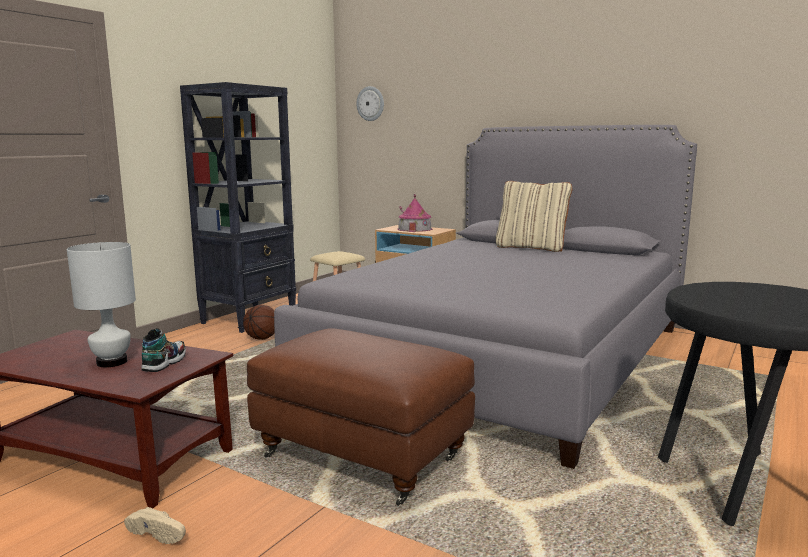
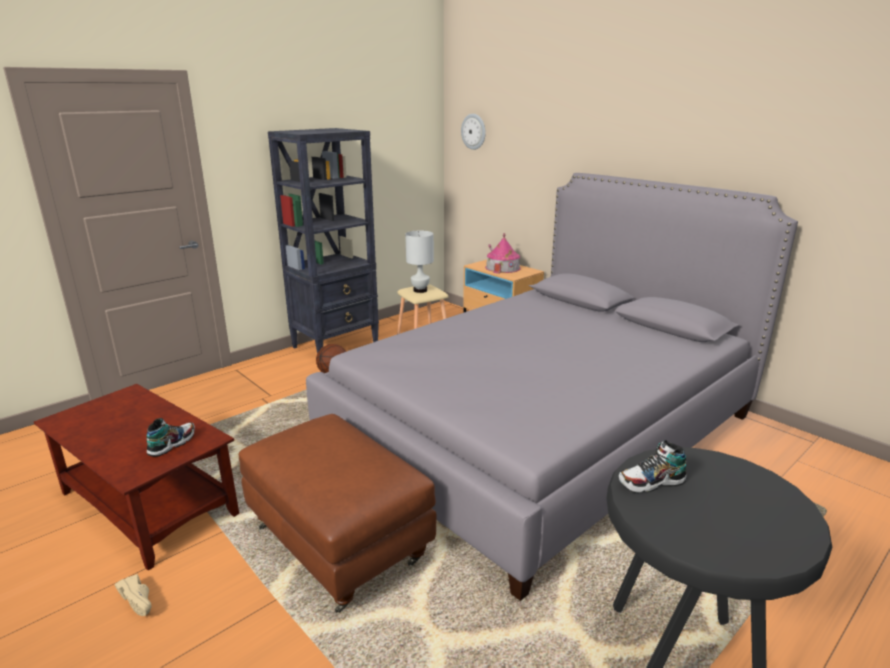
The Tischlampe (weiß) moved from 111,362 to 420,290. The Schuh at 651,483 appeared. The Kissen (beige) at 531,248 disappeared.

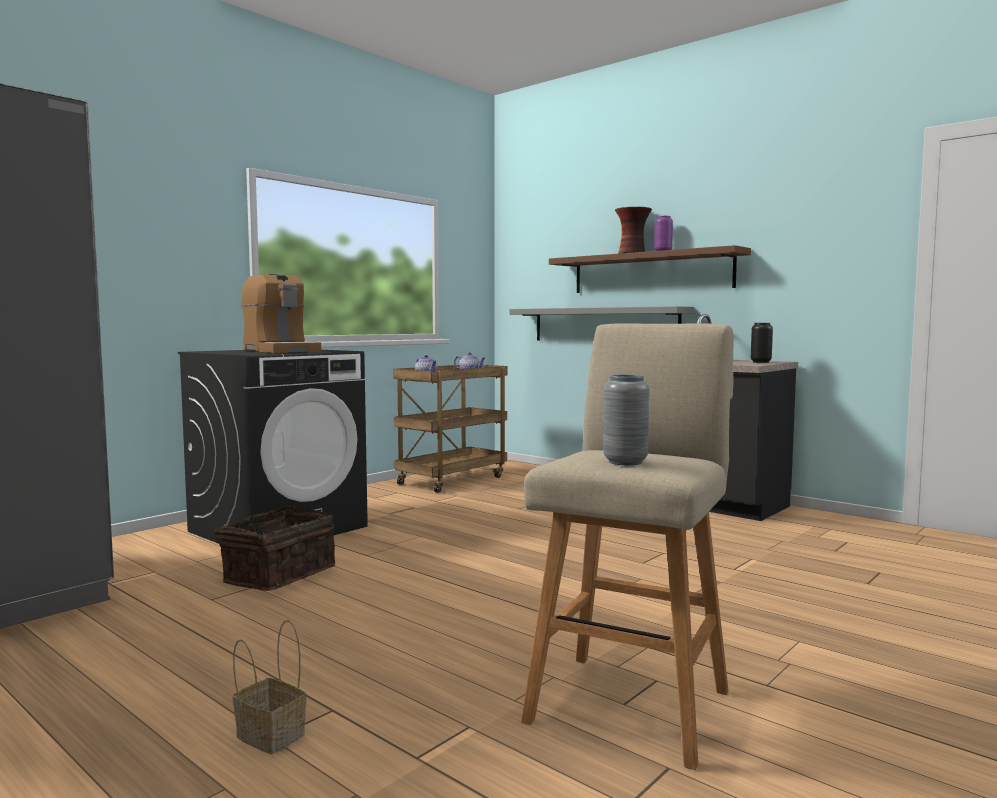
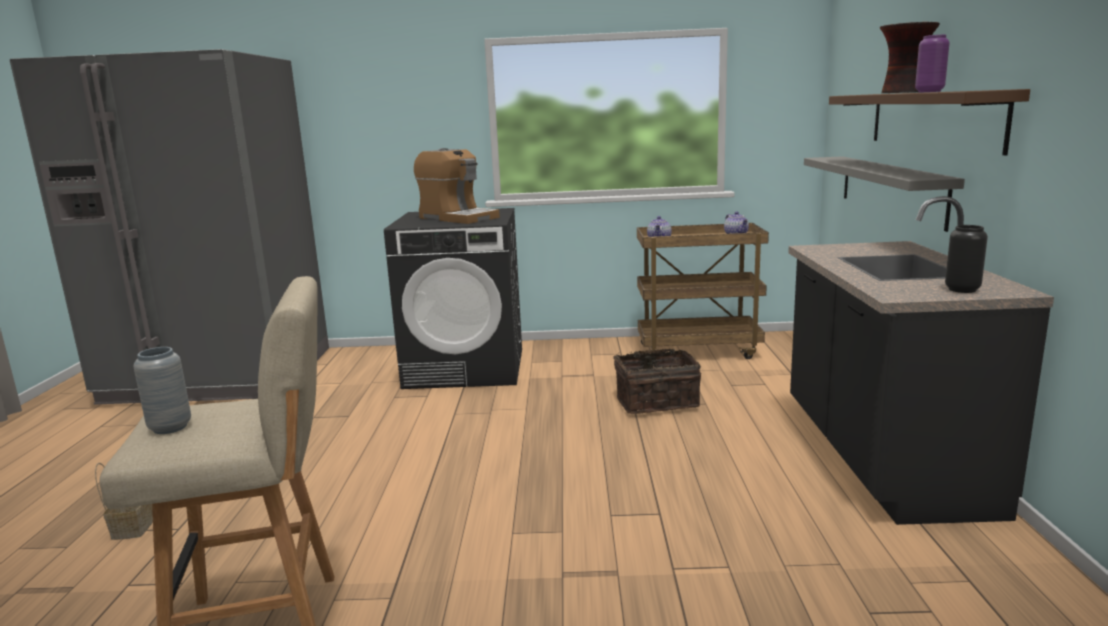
The Kaffeemaschine at 280,351 turned 60 degrees counterclockwise. The Korb moved from 277,575 to 656,402.

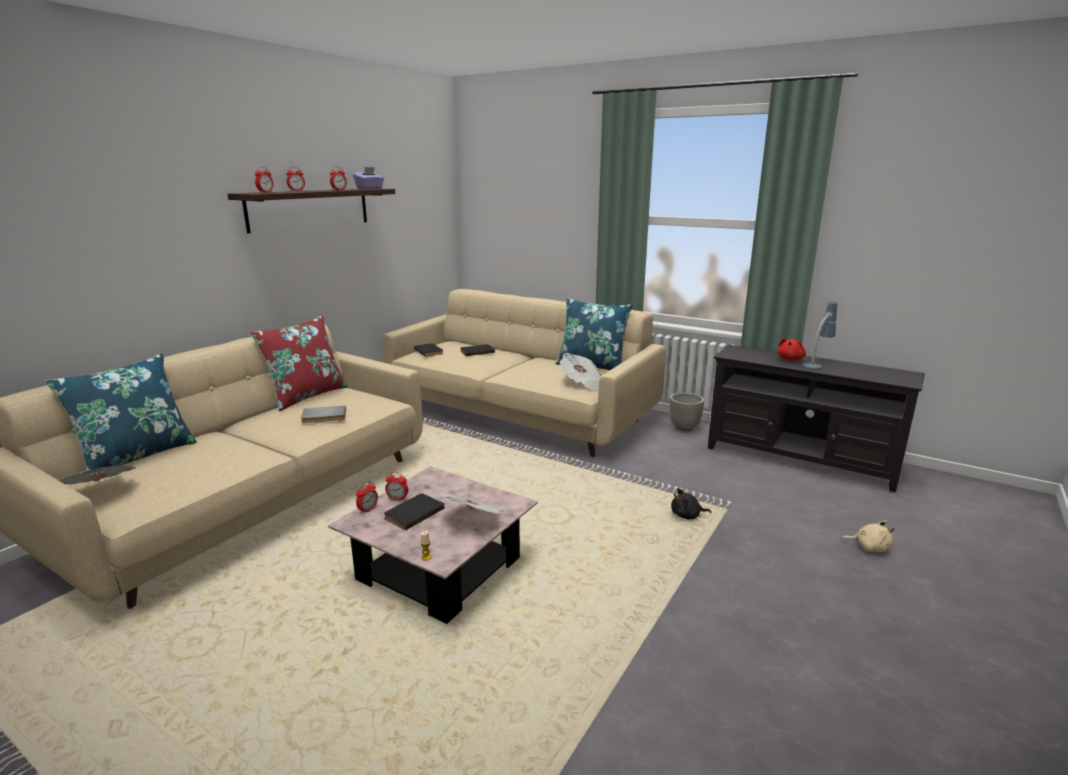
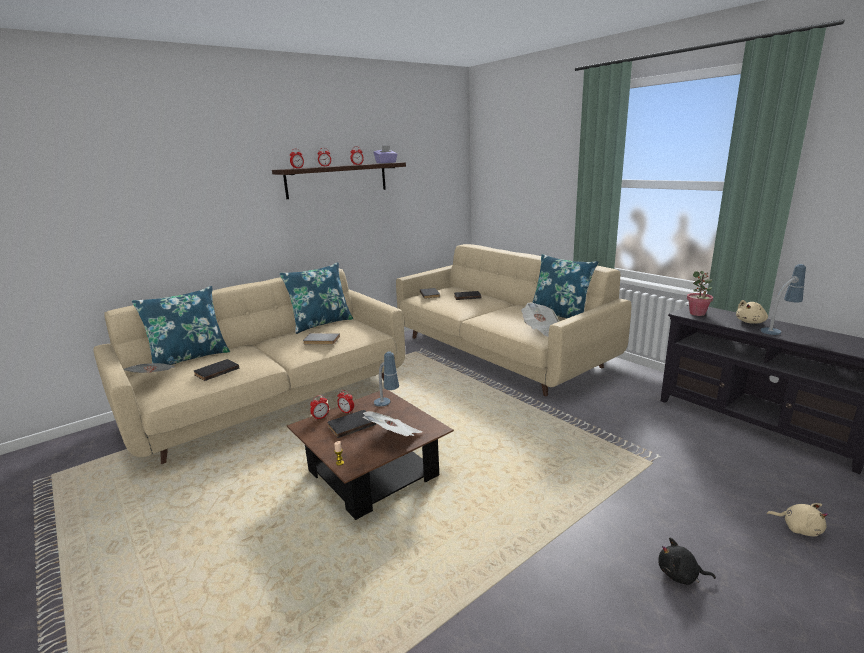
The Buch (schwarz) at 216,371 appeared. The Kissen (rot) at 306,396 became the Kissen (blau) at 321,323. The Couchtisch (rosa) at 439,569 became the Couchtisch (braun) at 373,473. The Tischlampe at 387,407 appeared. The Plüschtier (schwarz) moved from 687,516 to 680,575. The Topfpflanze at 697,313 appeared. The Plüschtier (rot) at 790,359 became the Plüschtier (beige) at 751,322. The Pflanzkübel at 684,427 disappeared.

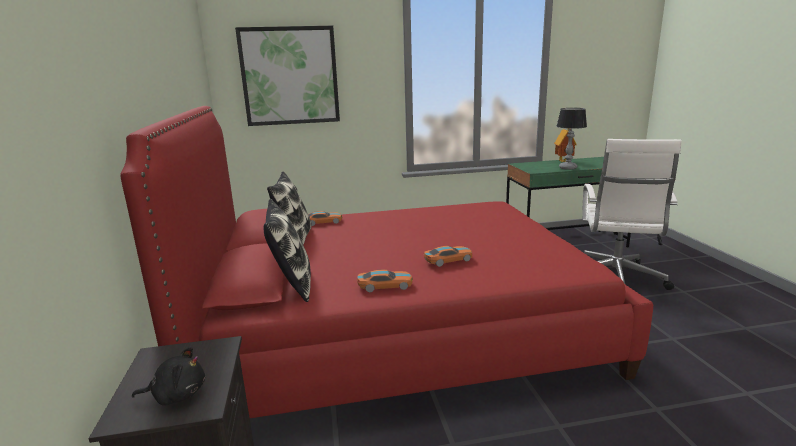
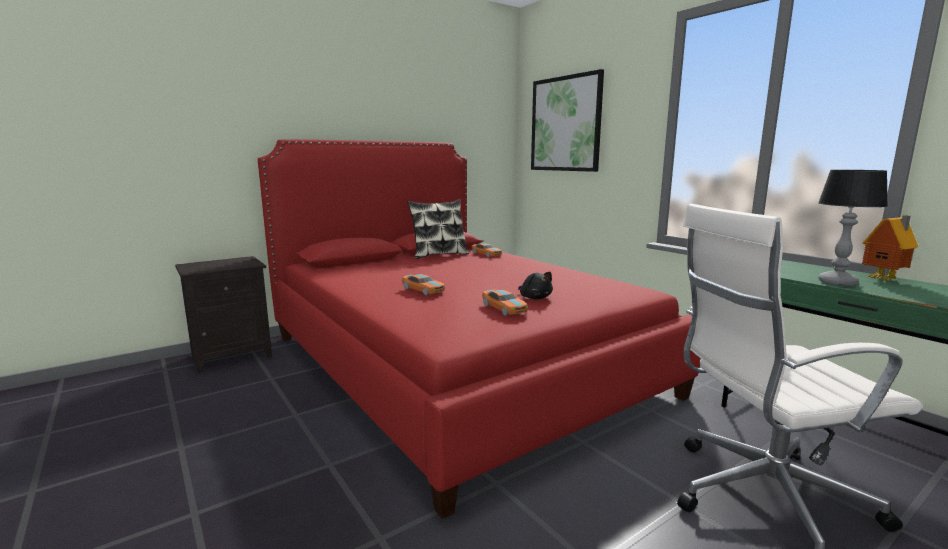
The Spielzeugauto moved from 385,286 to 504,308. The Plüschtier (schwarz) moved from 177,394 to 535,298. The Kissen at 292,284 disappeared.

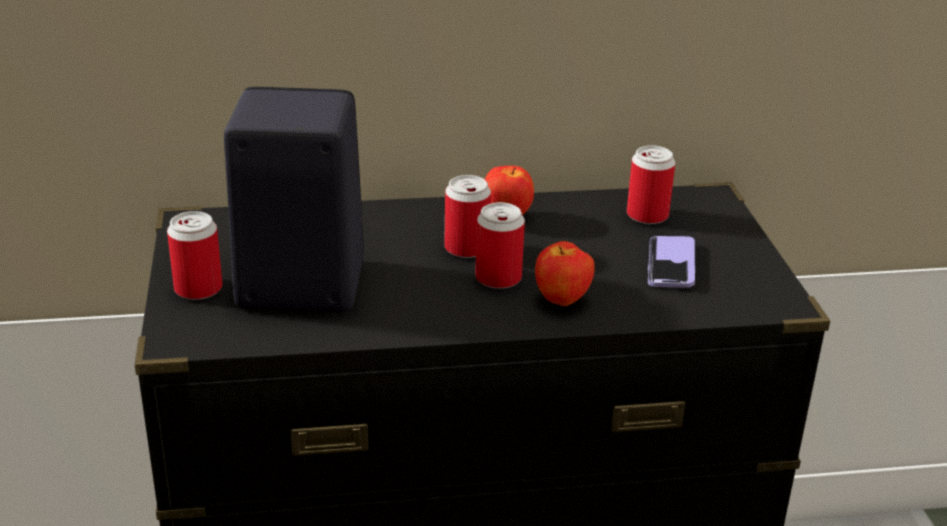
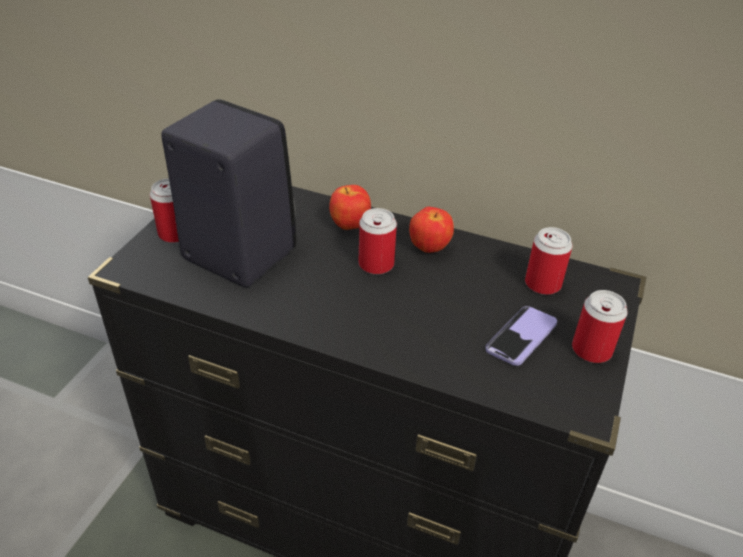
The Apfel moved from 562,301 to 350,226. The Dose moved from 498,278 to 591,350.

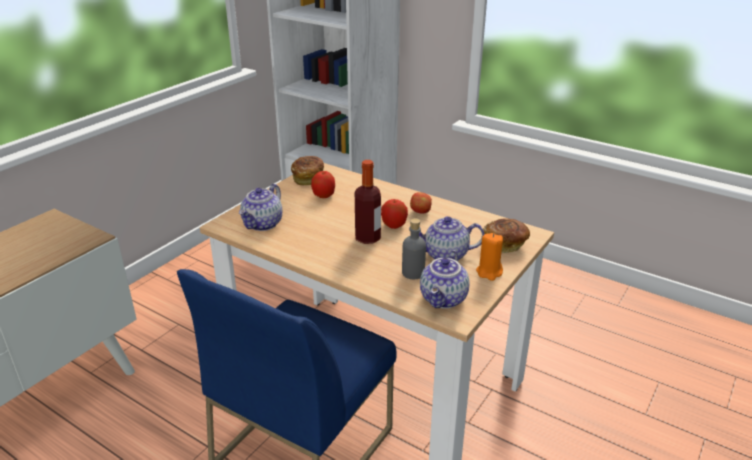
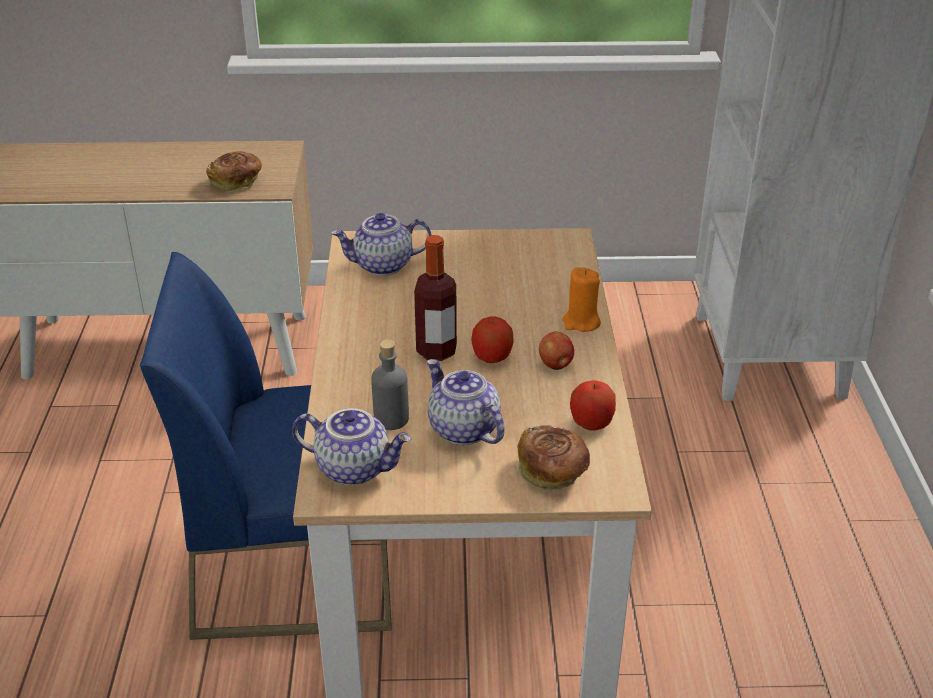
The Brot moved from 308,178 to 236,182. The Teekanne at 444,299 turned 150 degrees counterclockwise. The Kerze (orange) moved from 489,272 to 581,322. The Apfel moved from 324,195 to 591,423.

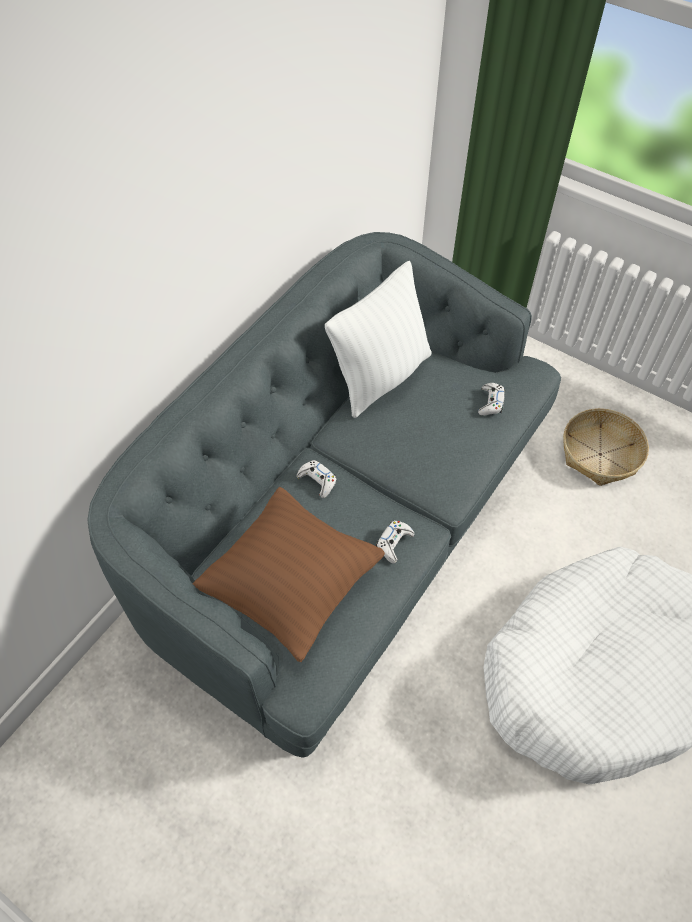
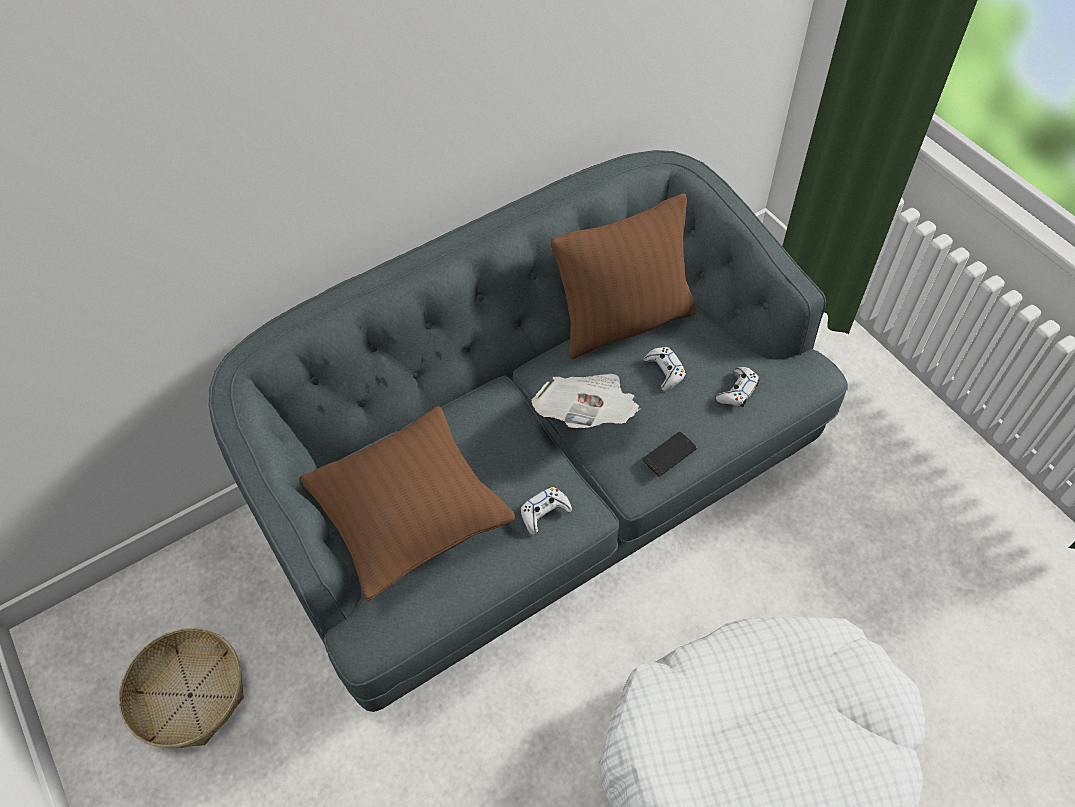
The Korb moved from 599,454 to 189,695. The Zeitung at 587,414 appeared. The Kissen (weiß) at 381,377 became the Kissen (braun) at 625,322. The Handy at 669,454 appeared. The Gamepad (weiß) moved from 317,481 to 664,371.

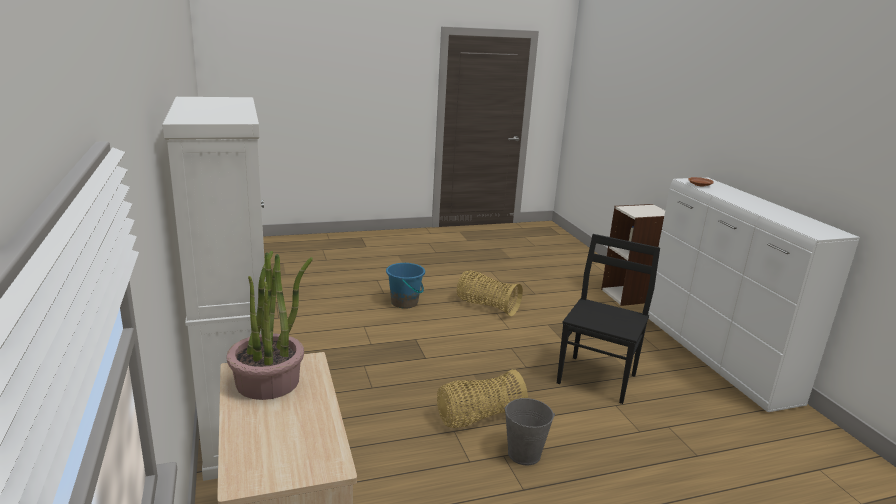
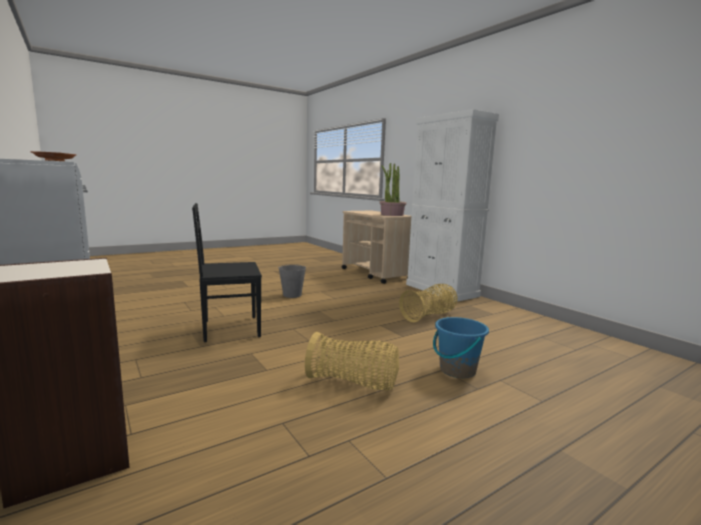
The Stuhl (schwarz) at 597,378 turned 60 degrees clockwise. The Korb moved from 478,417 to 429,316.

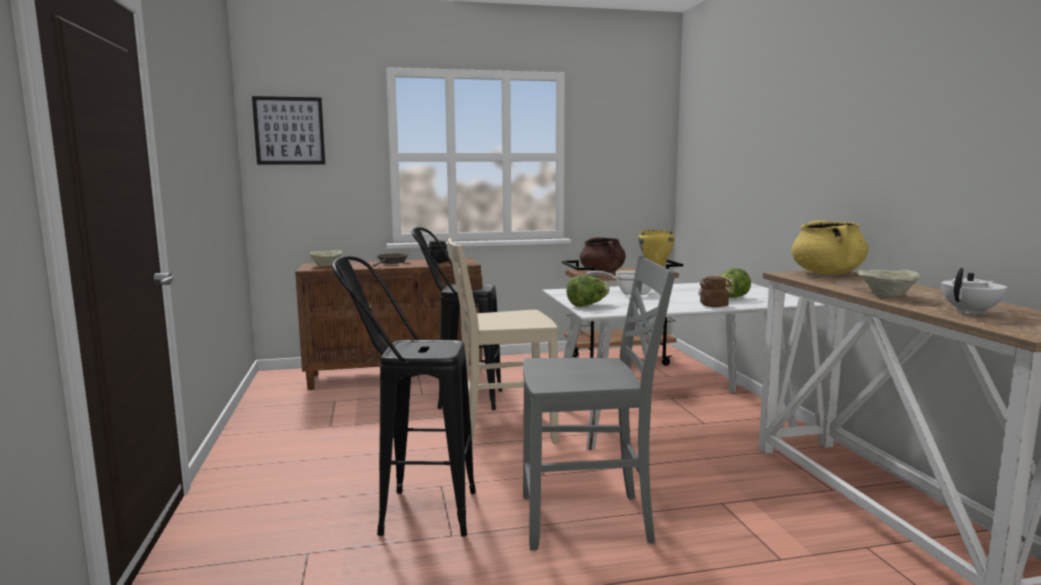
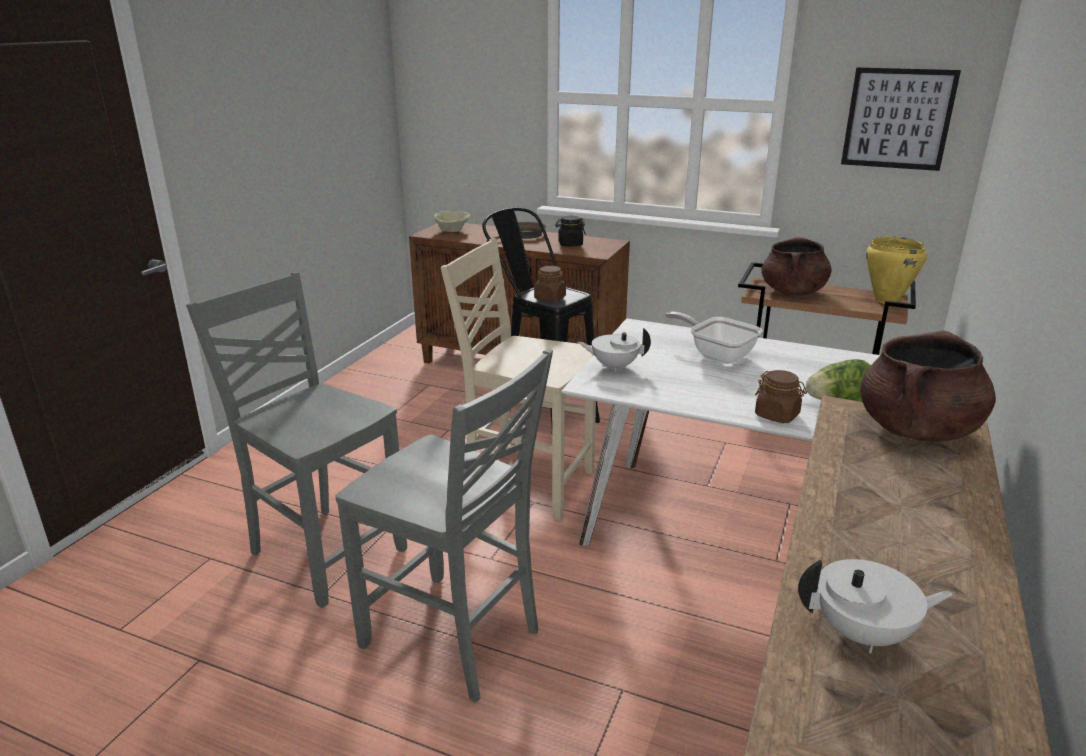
The Hocker (schwarz) at 411,512 was replaced by the Stuhl (grau) at 325,551. The Salatkopf at 587,305 was replaced by the Teekanne (weiß) at 614,366. The Bild moved from 289,131 to 898,119. The Kochtopf (gelb) at 827,273 became the Kochtopf (braun) at 917,430. The Schüssel (beige) at 885,295 disappeared.

